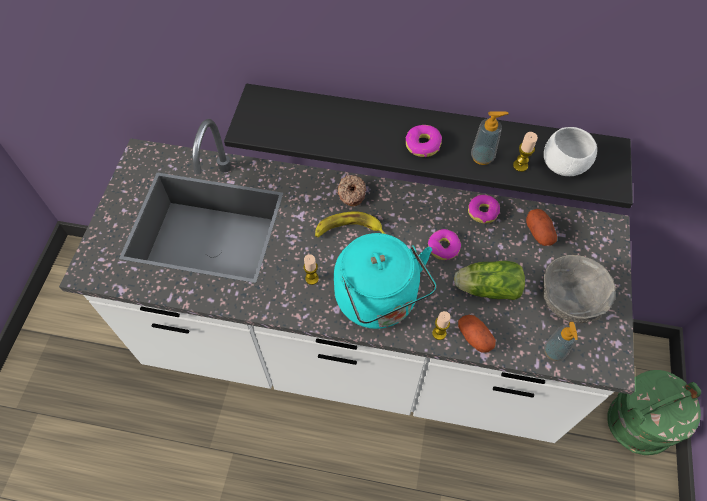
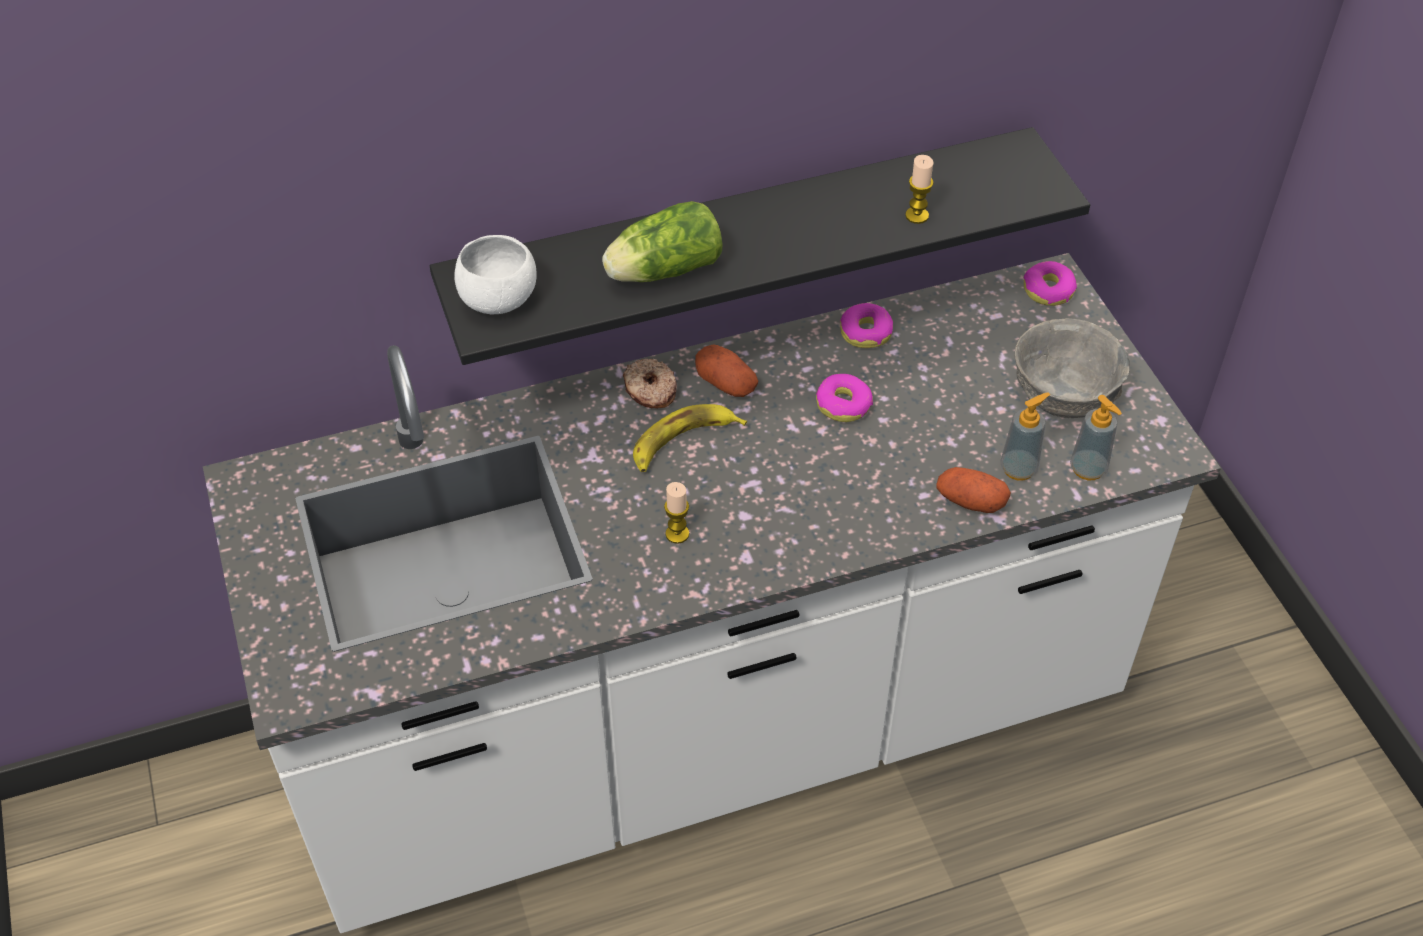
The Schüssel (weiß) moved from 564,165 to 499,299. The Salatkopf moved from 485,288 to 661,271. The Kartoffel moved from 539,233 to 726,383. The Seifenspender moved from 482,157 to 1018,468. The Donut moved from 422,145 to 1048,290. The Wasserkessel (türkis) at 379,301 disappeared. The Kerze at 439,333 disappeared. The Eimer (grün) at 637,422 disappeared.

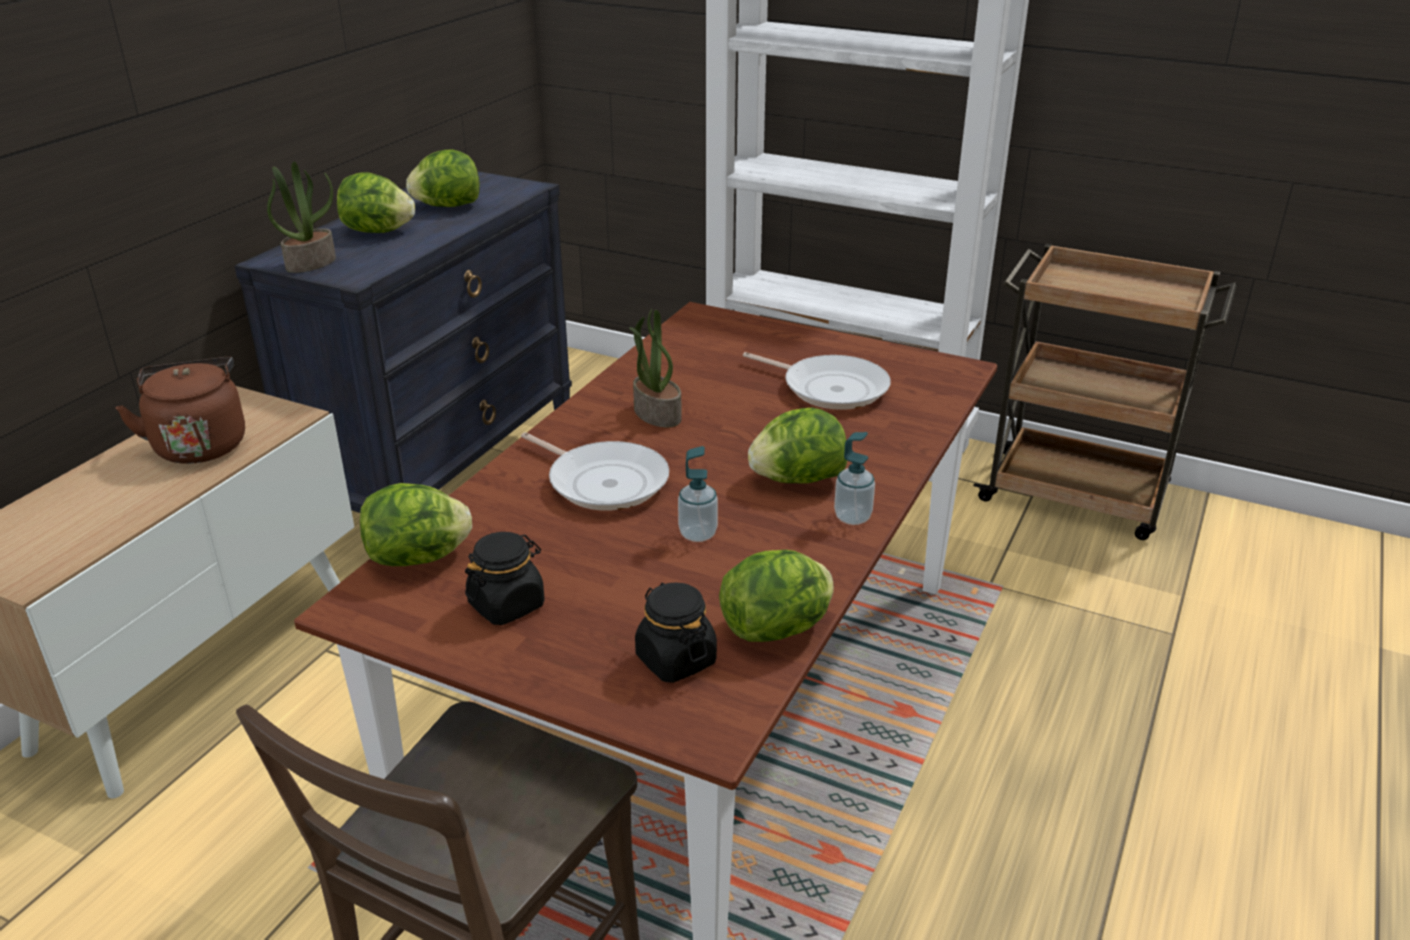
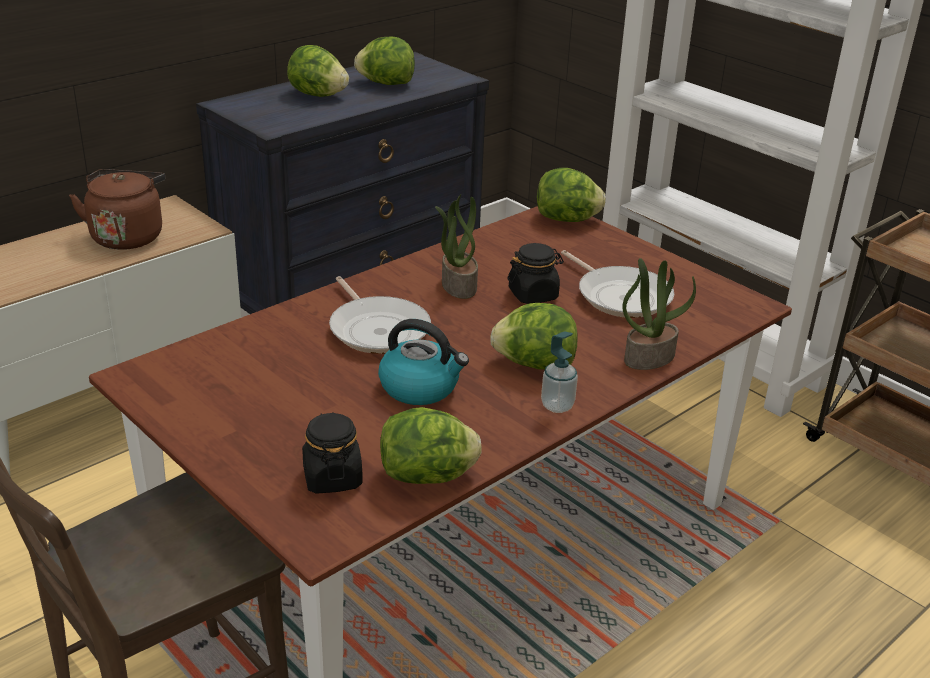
The Seifenspender at 698,534 was replaced by the Wasserkessel at 420,387. The Vorratsglas (schwarz) moved from 507,605 to 533,294. The Salatkopf moved from 419,558 to 567,219. The Topfpflanze moved from 311,263 to 649,357.

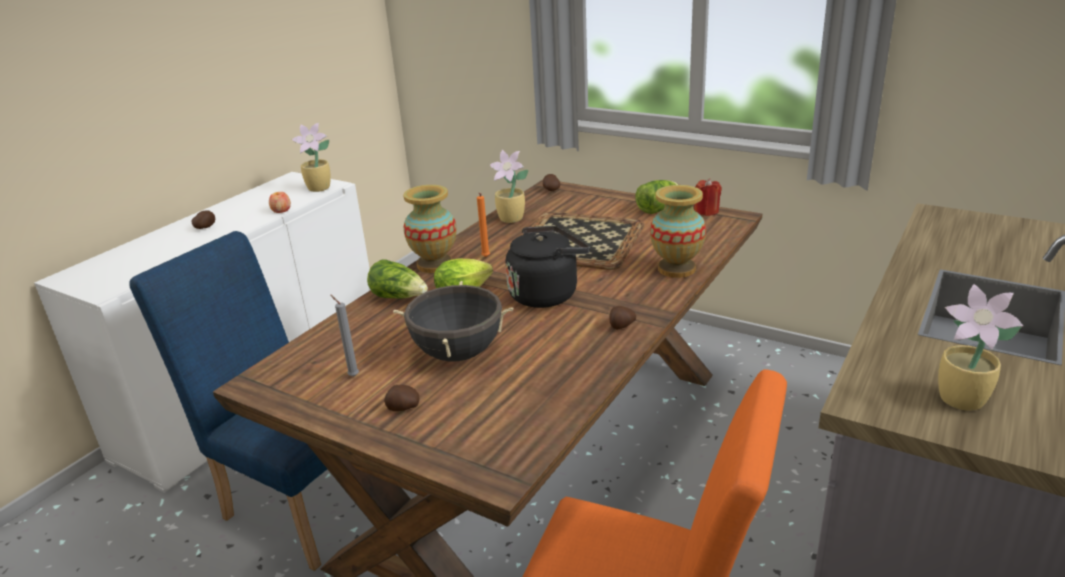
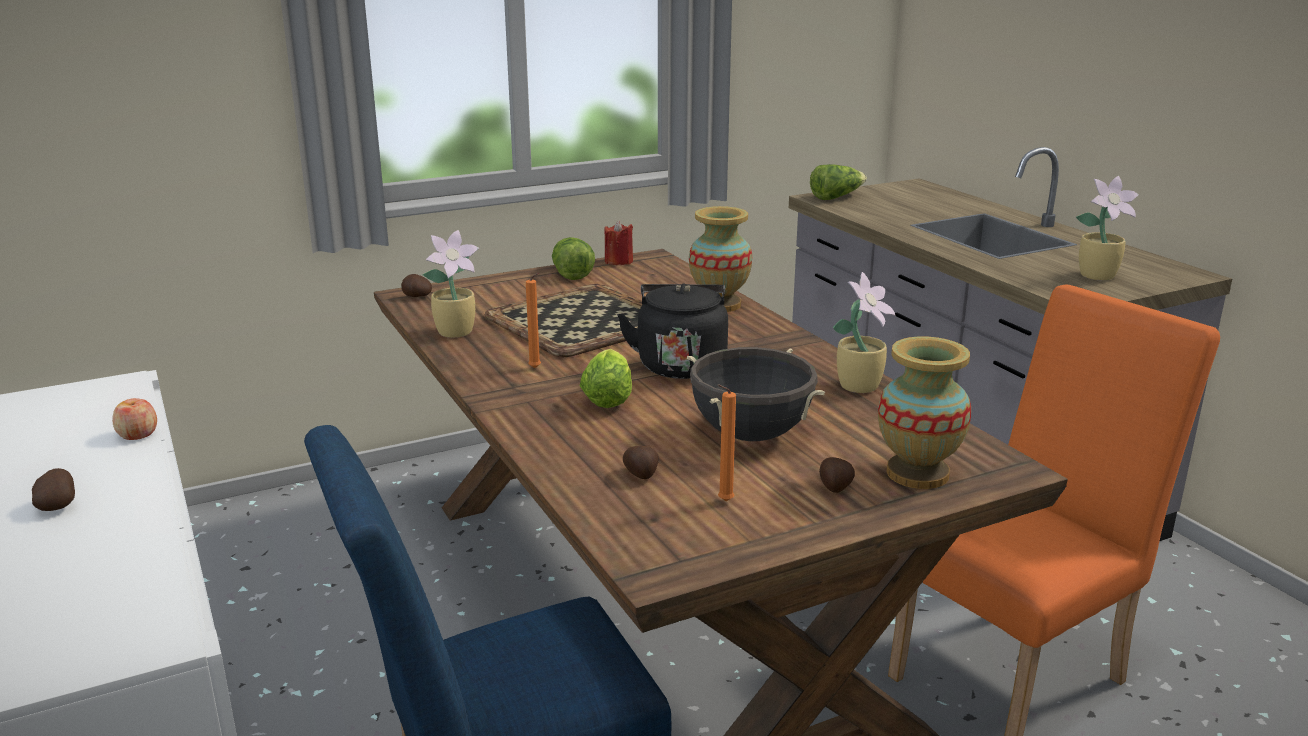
The Kartoffel moved from 621,326 to 641,474. The Kerze (grau) at 352,375 became the Kerze (orange) at 723,501. The Salatkopf moved from 399,297 to 836,197. The Topfpflanze moved from 320,188 to 860,386. The Vase moved from 434,265 to 917,474.

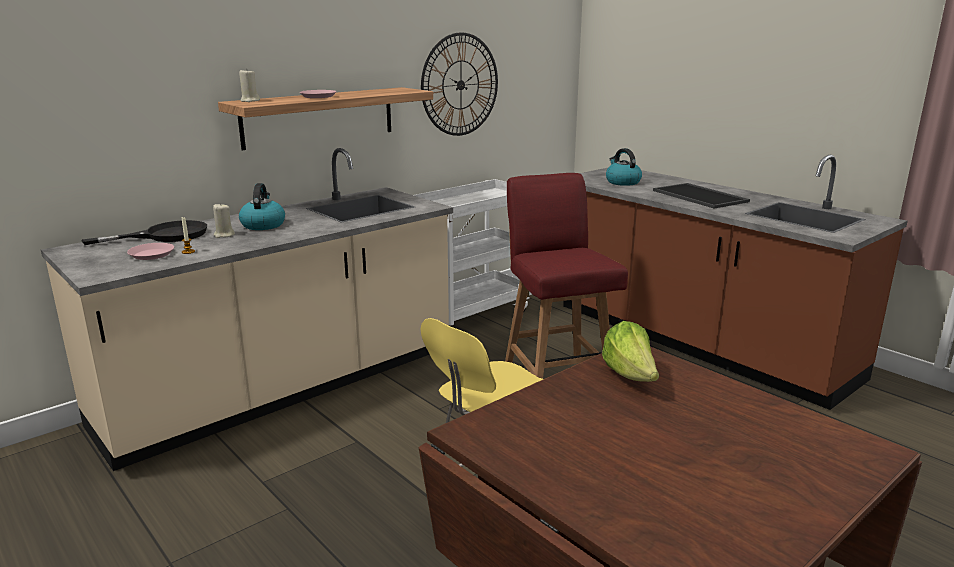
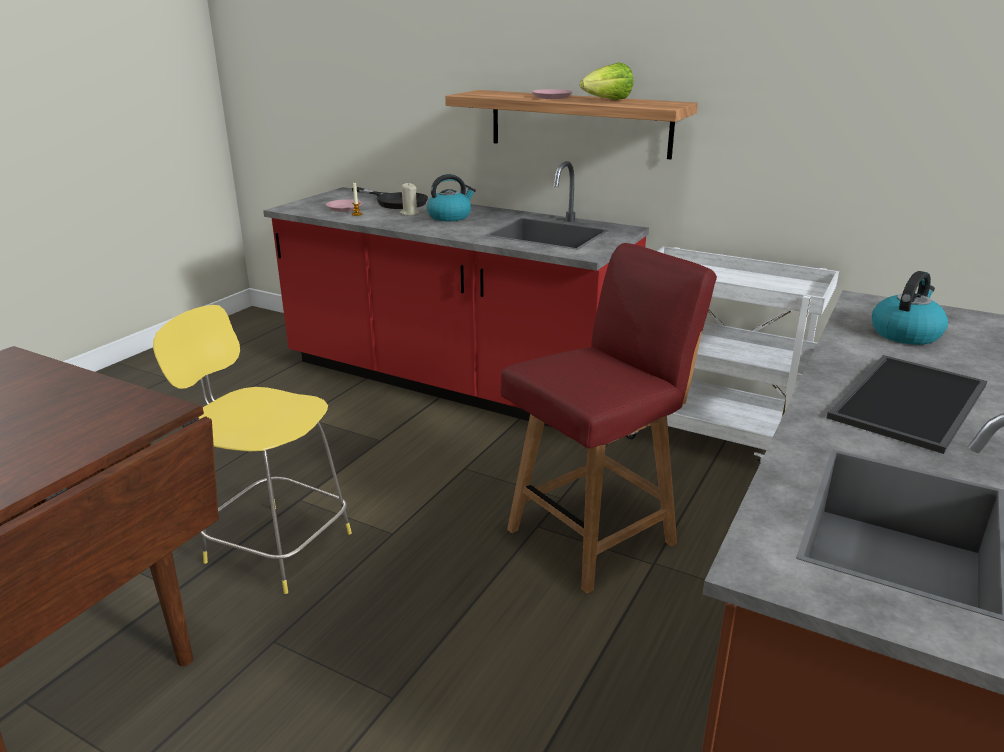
The Küchenzeile (beige) at 284,389 became the Küchenzeile (rot) at 453,383. The Salatkopf moved from 631,376 to 607,100. The Kerze (beige) at 250,101 disappeared. The Wanduhr at 460,85 disappeared.

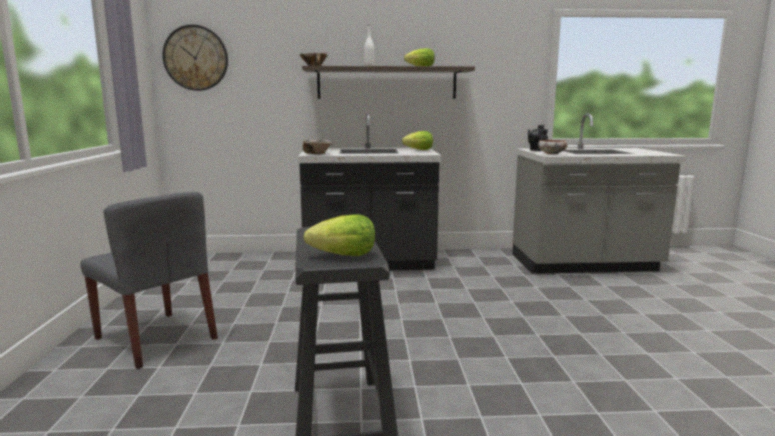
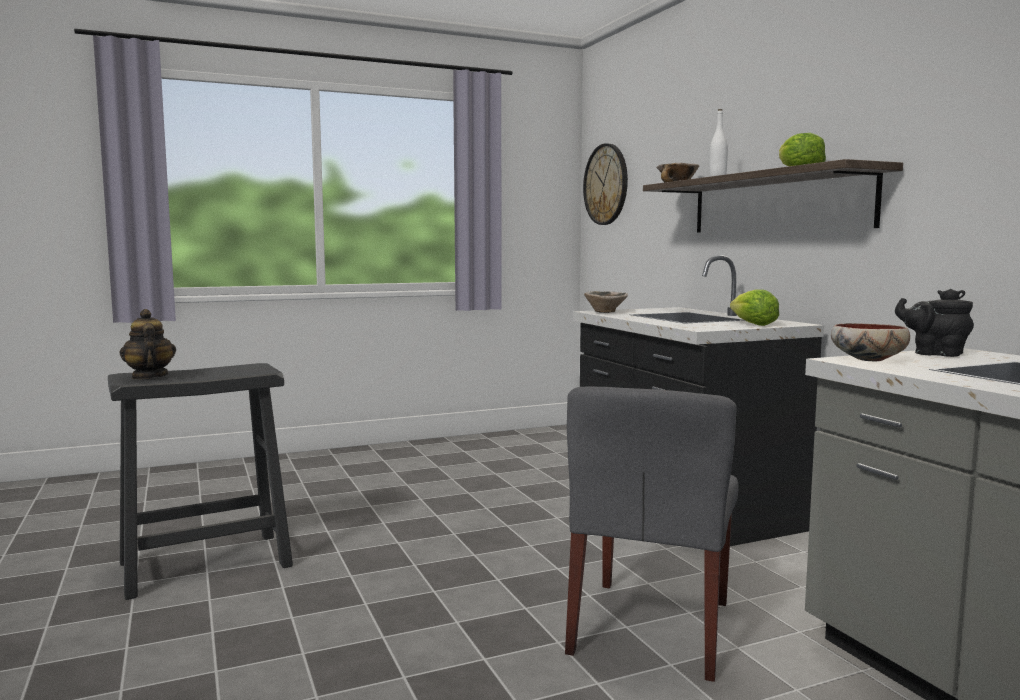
The Salatkopf at 344,255 was replaced by the Teekanne at 149,377. The Stuhl (grau) moved from 156,338 to 651,628.

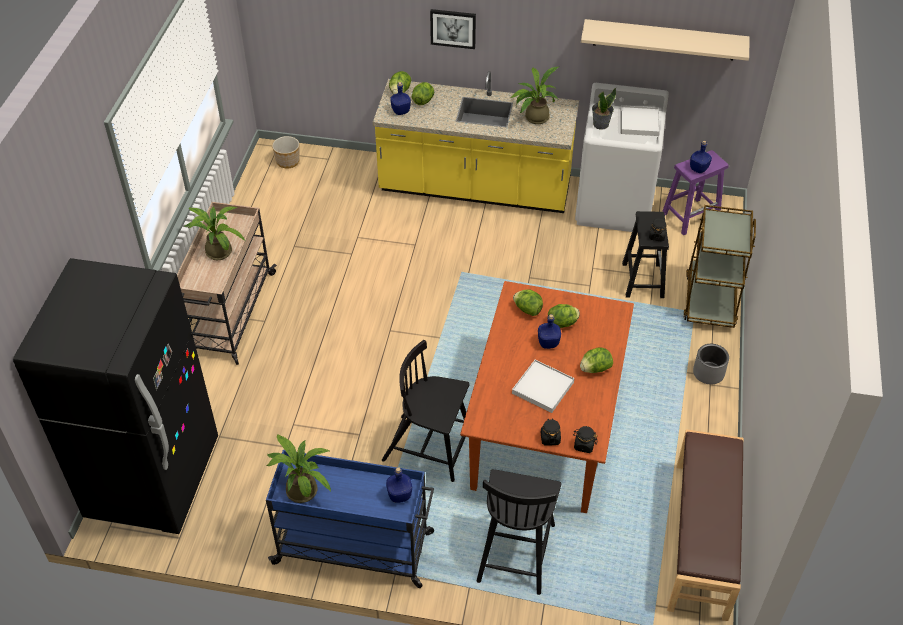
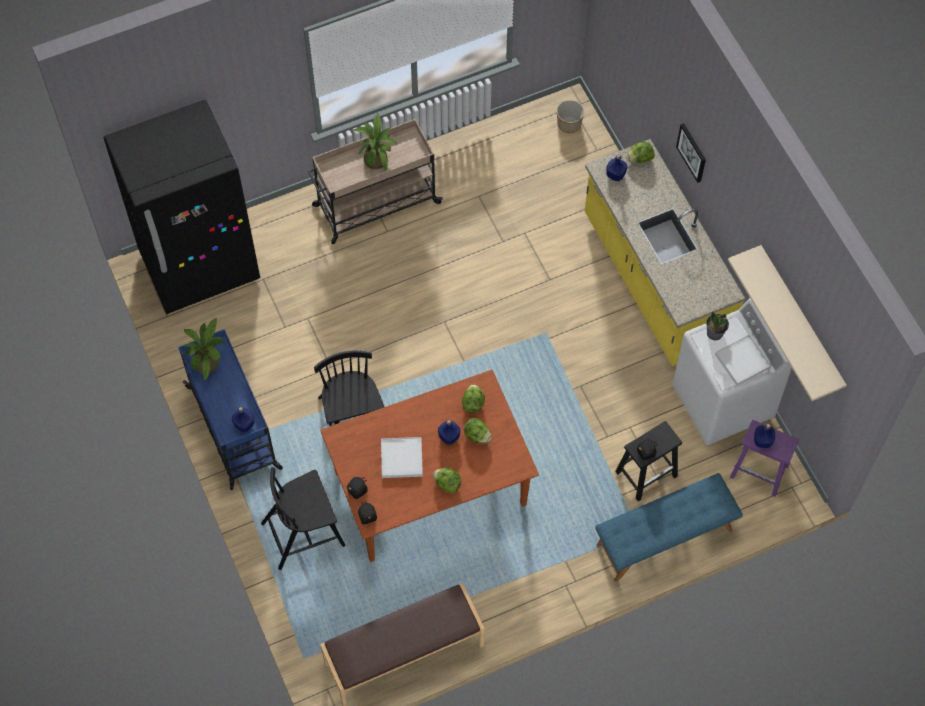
The Rollwagen (braun) at 710,300 was replaced by the Bank (blau) at 664,538. The Salatkopf at 423,101 disappeared. The Topfpflanze at 533,118 disappeared. The Pflanzkübel (grau) at 708,373 disappeared.

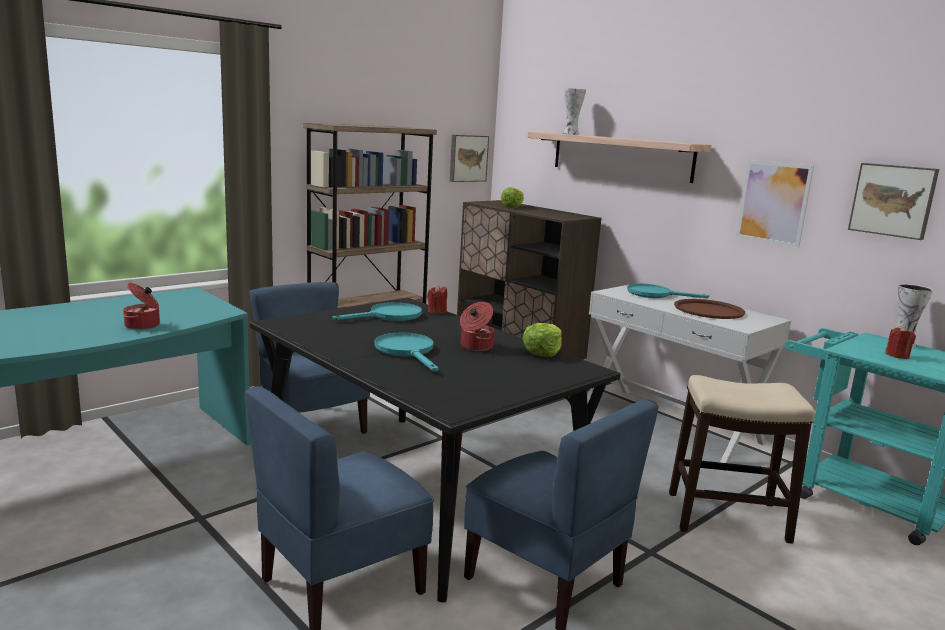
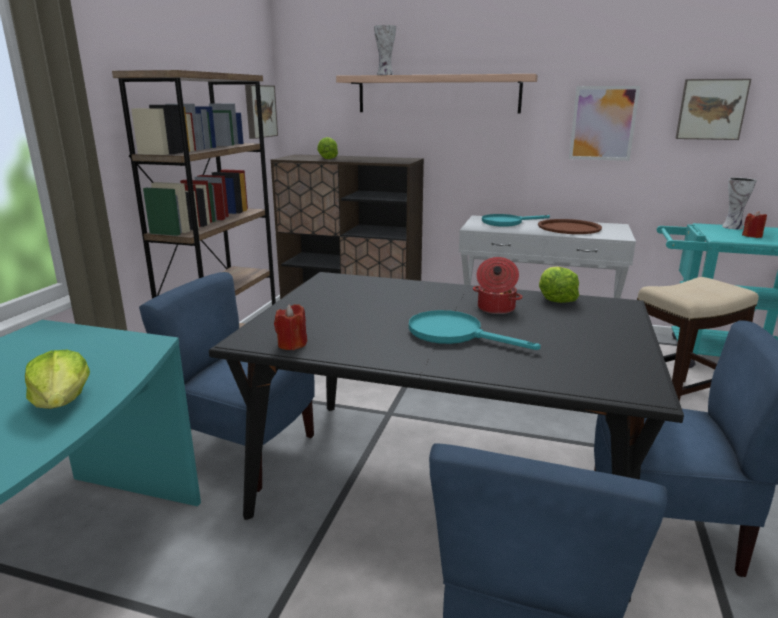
The Kochtopf at 143,325 was replaced by the Salatkopf at 62,402. The Kerze (rot) moved from 437,311 to 292,344. The Pfanne (türkis) at 389,316 disappeared.

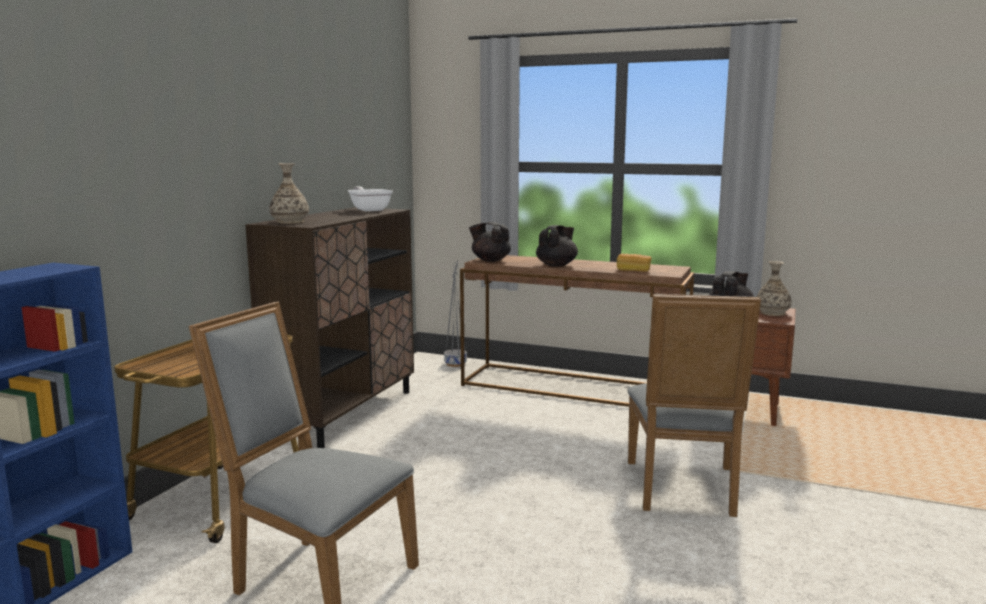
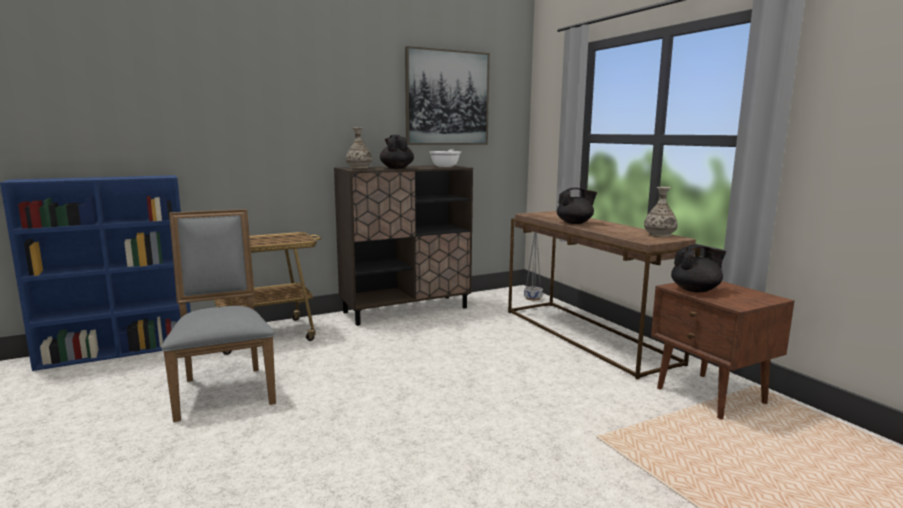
The Teekanne (schwarz) moved from 490,260 to 396,168. The Bild at 447,98 appeared. The Vase moved from 772,313 to 659,235. The Brot at 633,270 disappeared. The Stuhl (grau) at 684,491 disappeared.

